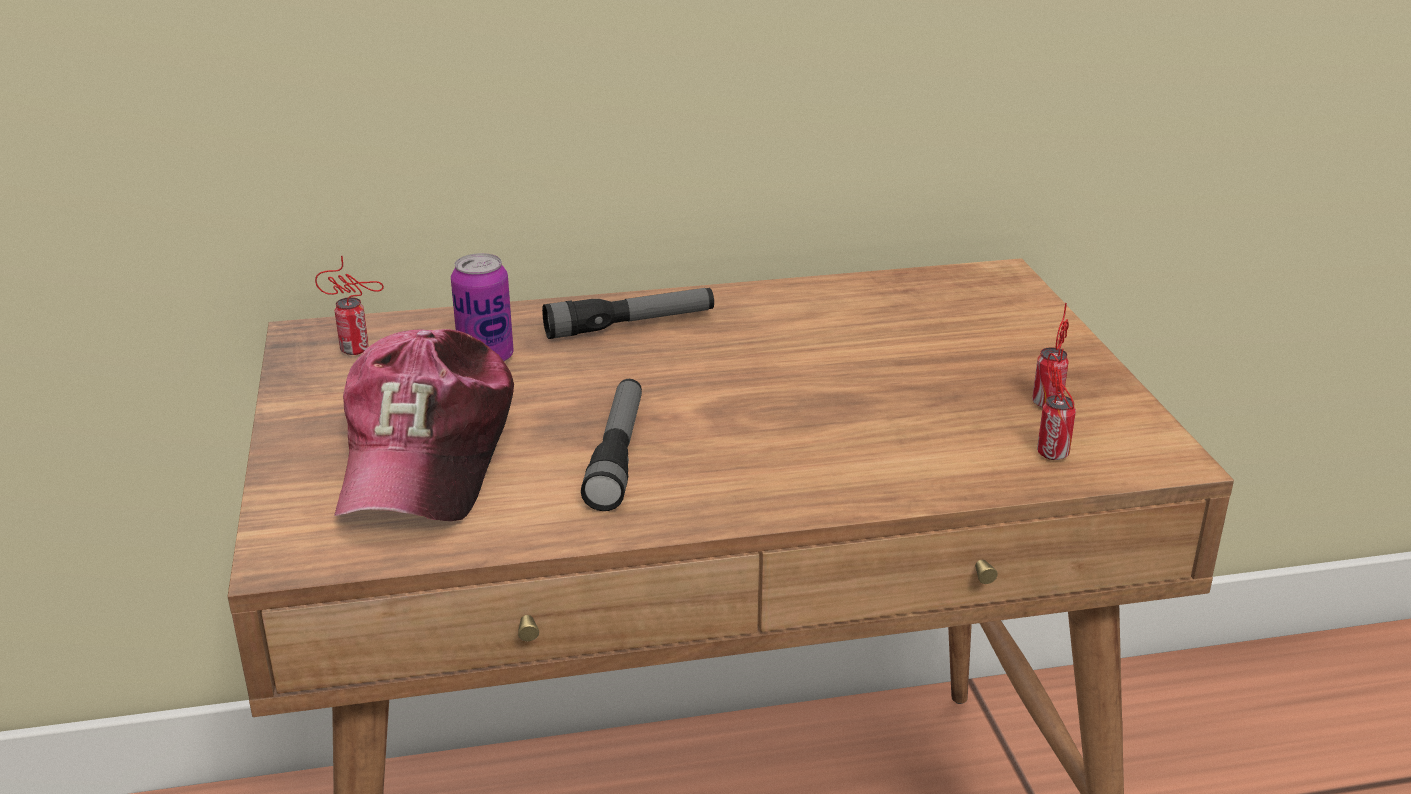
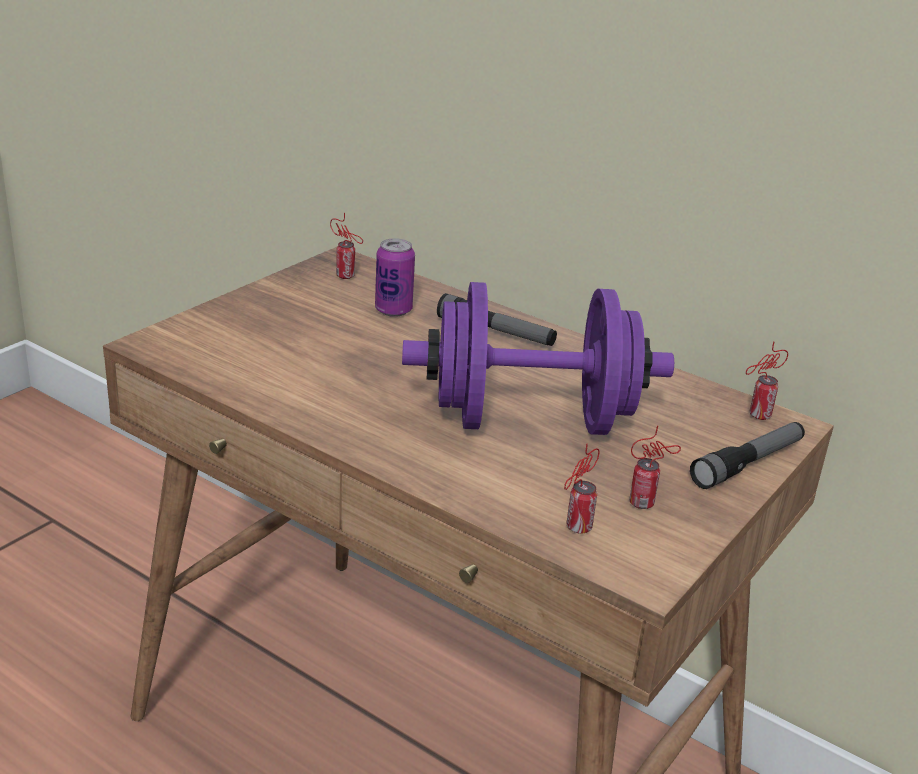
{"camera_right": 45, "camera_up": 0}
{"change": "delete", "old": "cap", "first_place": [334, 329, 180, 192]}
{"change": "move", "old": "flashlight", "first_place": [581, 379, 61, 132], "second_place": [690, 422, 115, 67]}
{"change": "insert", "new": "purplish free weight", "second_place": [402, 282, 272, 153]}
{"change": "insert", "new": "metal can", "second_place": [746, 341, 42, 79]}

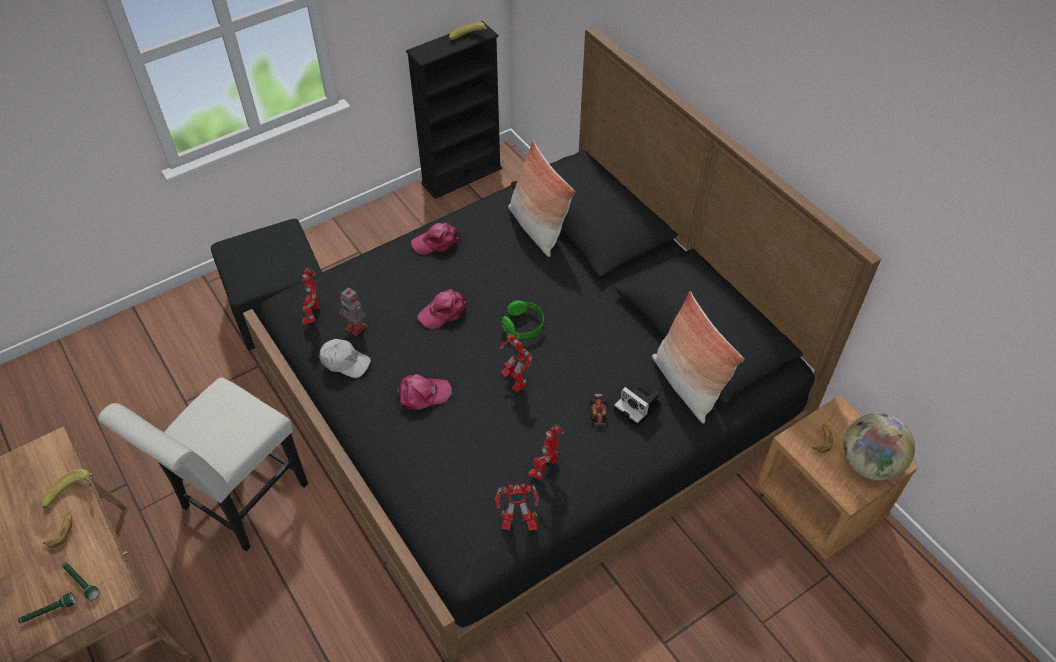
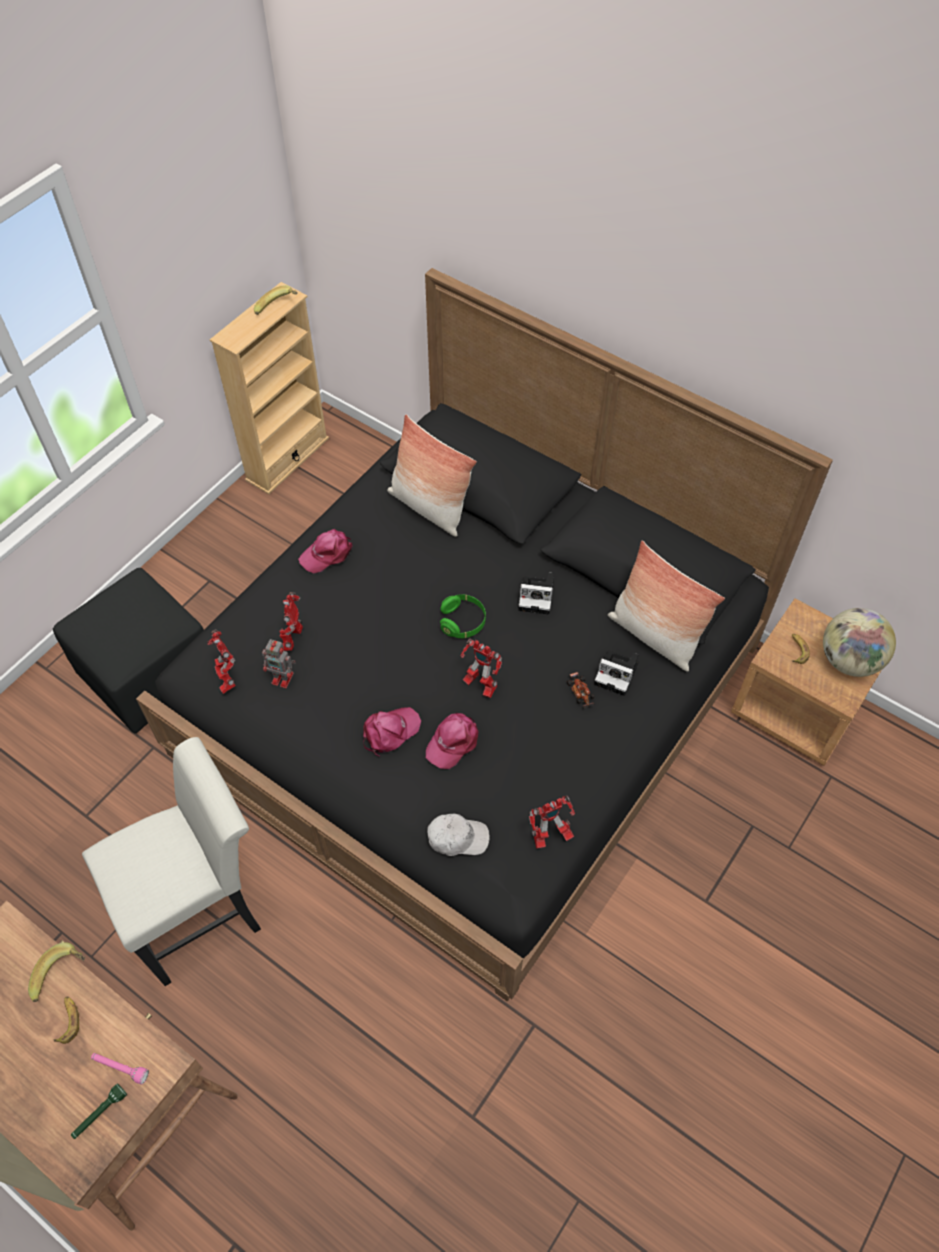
{"camera_right": -20, "camera_up": 5}
{"change": "recolor", "old": "green flashlight", "new": "pink-coloured flashlight", "first_place": [62, 563, 38, 38], "second_place": [91, 1053, 58, 32]}
{"change": "rotate", "old": "white plain chair", "first_place": [98, 377, 210, 174], "second_place": [82, 737, 179, 249], "degrees": -135}
{"change": "move", "old": "white cap", "first_place": [319, 339, 52, 39], "second_place": [427, 814, 63, 42]}
{"change": "recolor", "old": "black shelving unit", "new": "beige-coloured shelving unit", "first_place": [406, 21, 96, 178], "second_place": [210, 282, 119, 212]}
{"change": "move", "old": "pink-coloured cap", "first_place": [417, 289, 50, 40], "second_place": [426, 713, 53, 56]}
{"change": "move", "old": "model robot", "first_place": [528, 424, 36, 55], "second_place": [279, 592, 24, 59]}
{"change": "insert", "new": "photo camera", "second_place": [518, 573, 36, 42]}

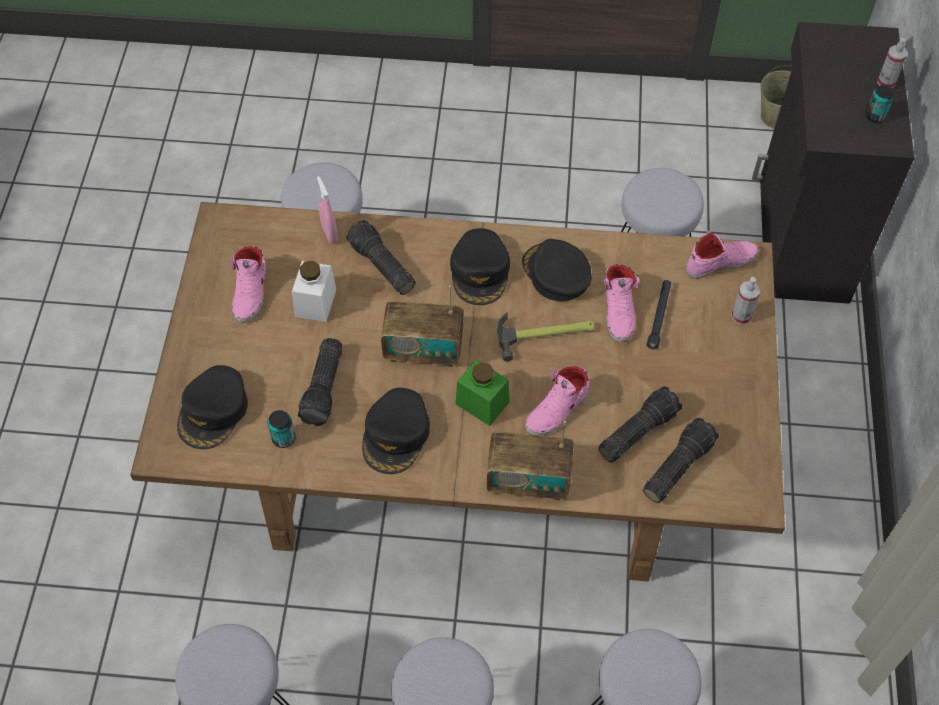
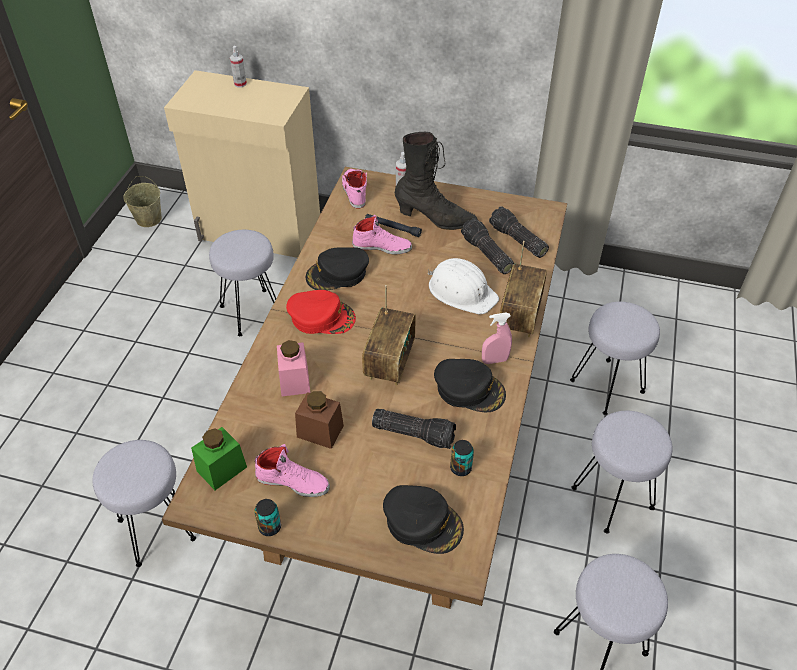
{"camera_right": -80, "camera_up": -10}
{"change": "recolor", "old": "white jar", "new": "brown jar", "first_place": [292, 261, 44, 61], "second_place": [295, 391, 49, 58]}
{"change": "move", "old": "pink-coloured hand sprayer", "first_place": [317, 176, 21, 67], "second_place": [482, 313, 30, 51]}
{"change": "replace", "old": "flashlight", "new": "pink-coloured jar", "first_place": [346, 220, 69, 75], "second_place": [277, 340, 33, 56]}
{"change": "recolor", "old": "black cap", "new": "red cap", "first_place": [450, 228, 60, 77], "second_place": [286, 290, 70, 44]}
{"change": "move", "old": "green jar", "first_place": [455, 360, 55, 66], "second_place": [191, 427, 56, 63]}
{"change": "delete", "old": "hand hammer", "first_place": [497, 312, 97, 49]}
{"change": "replace", "old": "pink-coloured shoe", "new": "white hard hat", "first_place": [525, 366, 64, 69], "second_place": [428, 258, 71, 57]}
{"change": "recolor", "old": "black storage cabinet", "new": "beige-coloured storage cabinet", "first_place": [752, 22, 162, 282], "second_place": [164, 70, 156, 188]}
{"change": "move", "old": "metal can", "first_place": [865, 85, 29, 37], "second_place": [254, 499, 27, 37]}
{"change": "insert", "new": "black boot", "second_place": [395, 132, 82, 98]}

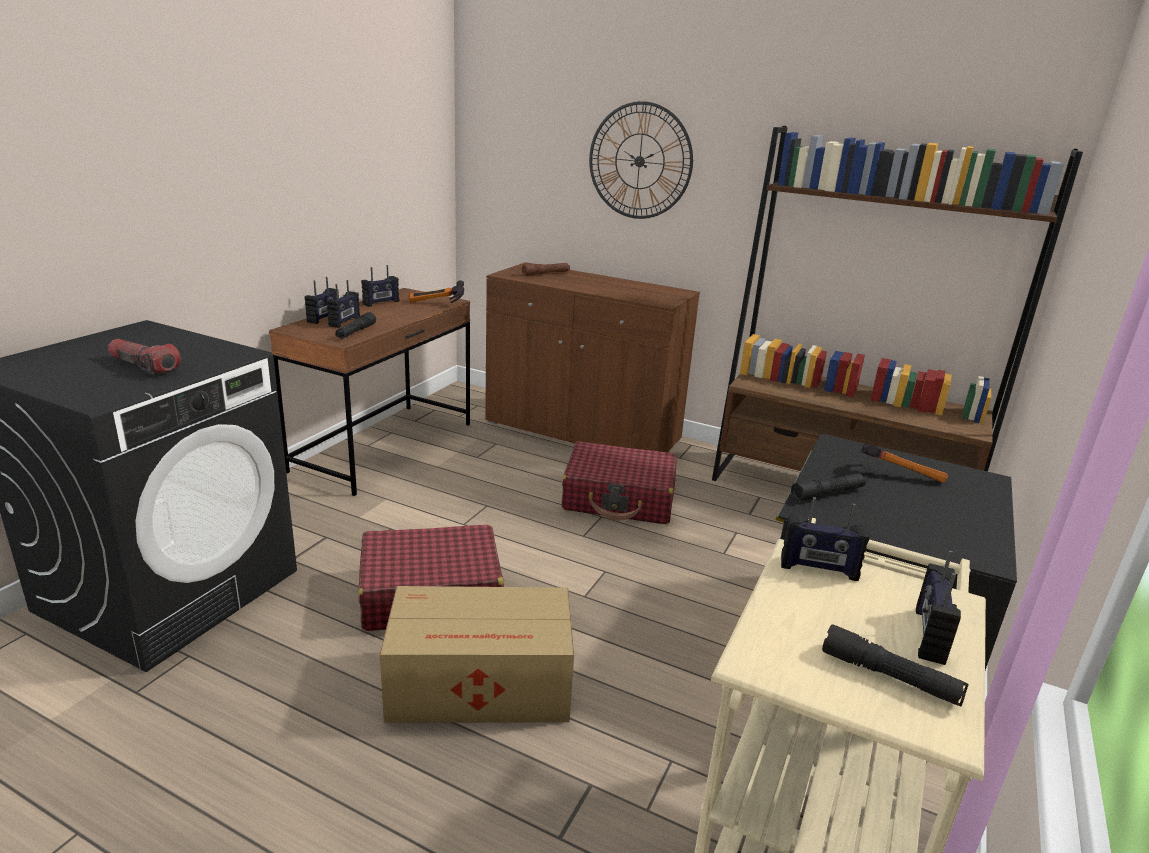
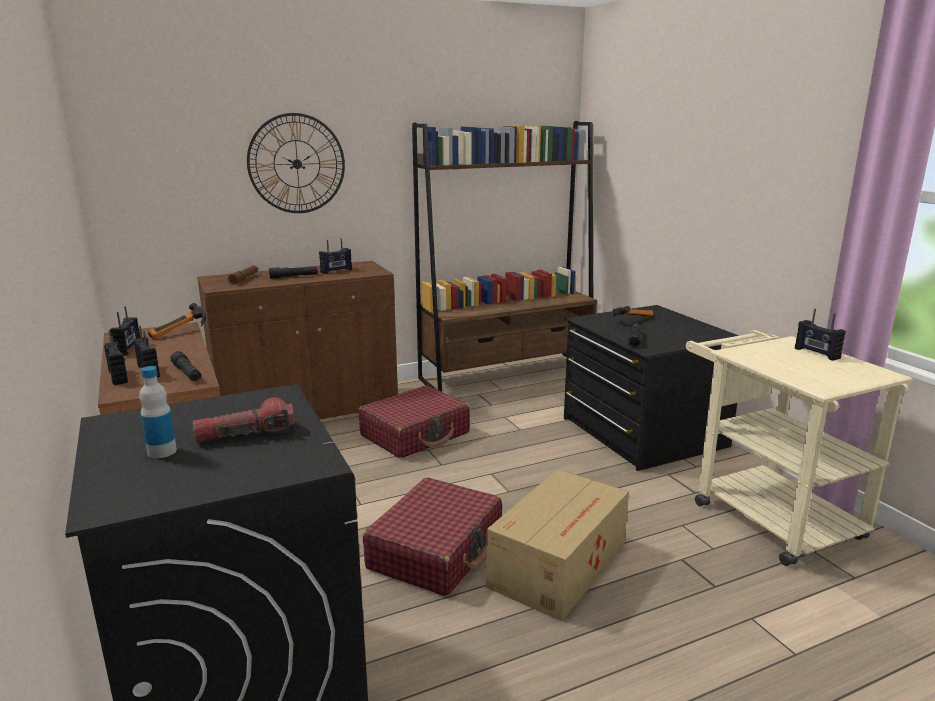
{"camera_right": -50, "camera_up": -5}
{"change": "move", "old": "radio receiver", "first_place": [781, 497, 88, 84], "second_place": [319, 238, 33, 36]}
{"change": "move", "old": "black flashlight", "first_place": [822, 624, 147, 82], "second_place": [269, 266, 49, 13]}
{"change": "insert", "new": "bottle", "second_place": [139, 366, 38, 92]}

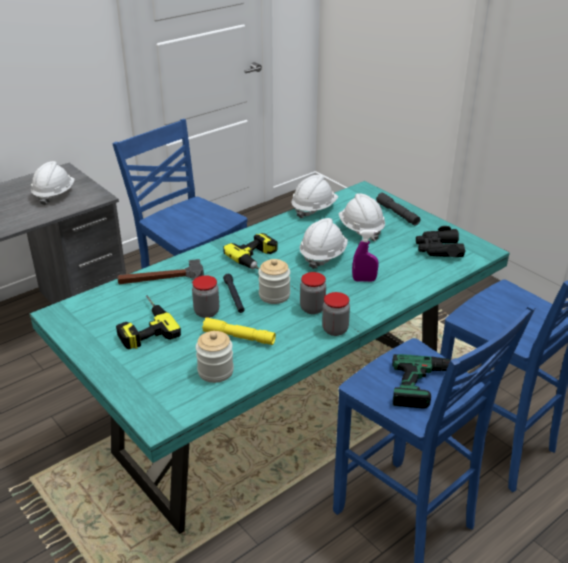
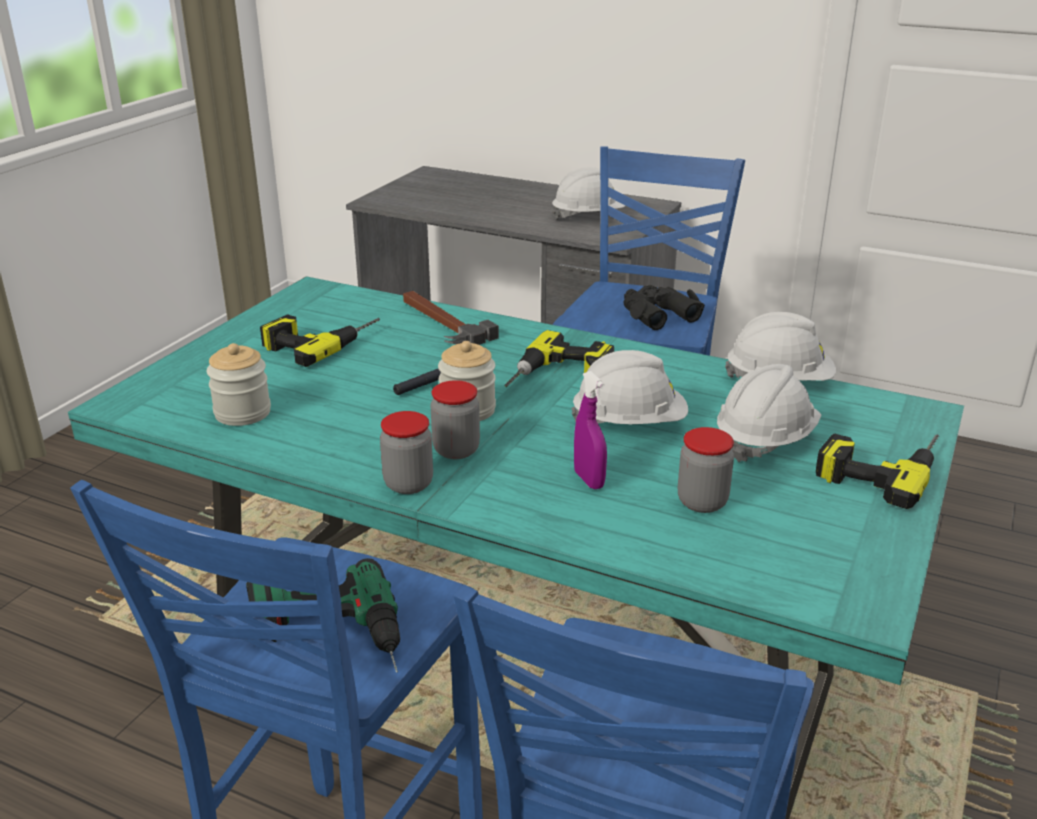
{"camera_right": 65, "camera_up": -5}
{"change": "move", "old": "jar", "first_place": [192, 275, 27, 43], "second_place": [678, 427, 56, 86]}
{"change": "delete", "old": "yellow-coloured flashlight", "first_place": [202, 317, 74, 28]}
{"change": "replace", "old": "greyish flashlight", "new": "electric drill", "first_place": [376, 192, 44, 34], "second_place": [816, 434, 124, 75]}
{"change": "move", "old": "black field glasses", "first_place": [416, 226, 49, 31], "second_place": [623, 285, 82, 45]}

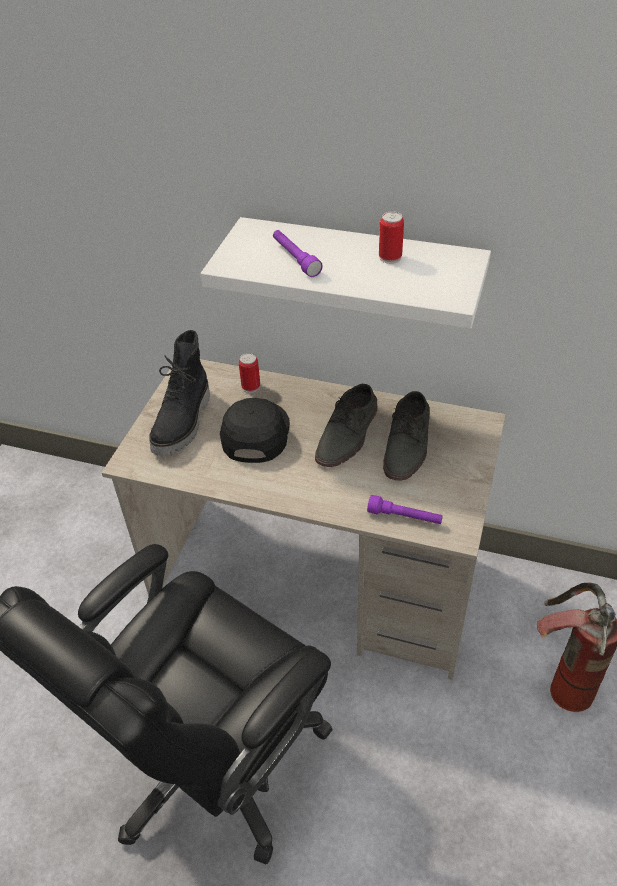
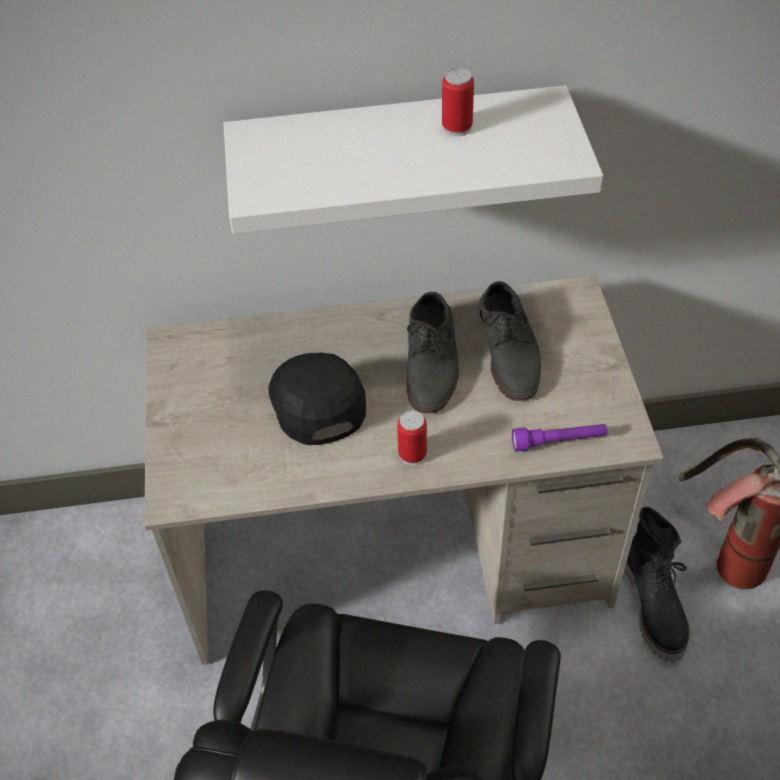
{"camera_right": -25, "camera_up": 5}
{"change": "move", "old": "black boot", "first_place": [149, 330, 61, 126], "second_place": [624, 507, 66, 155]}
{"change": "move", "old": "metal can", "first_place": [239, 353, 21, 40], "second_place": [397, 410, 30, 55]}
{"change": "delete", "old": "purplish flashlight", "first_place": [273, 230, 50, 47]}

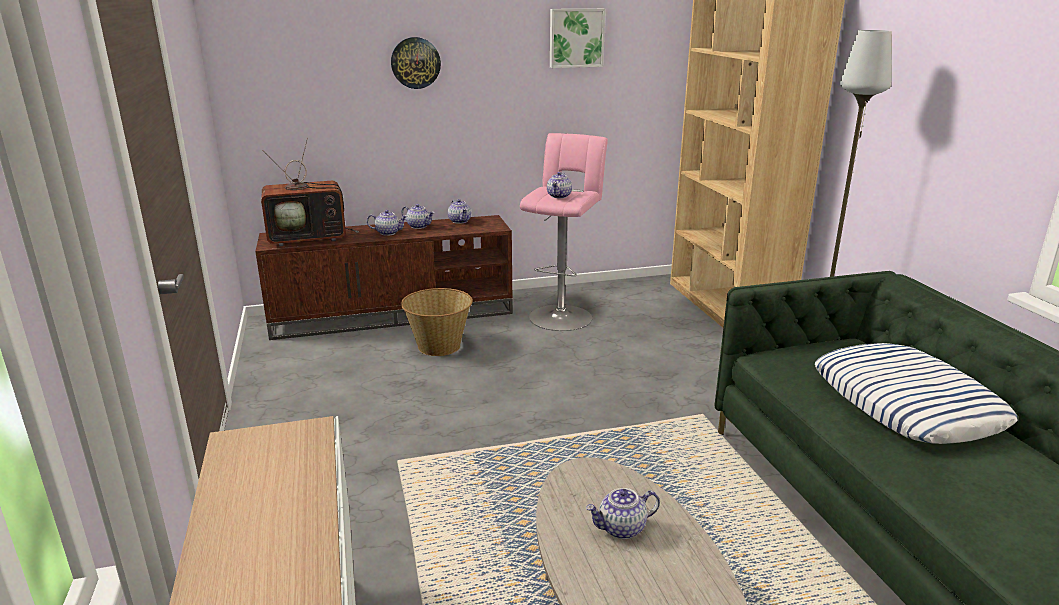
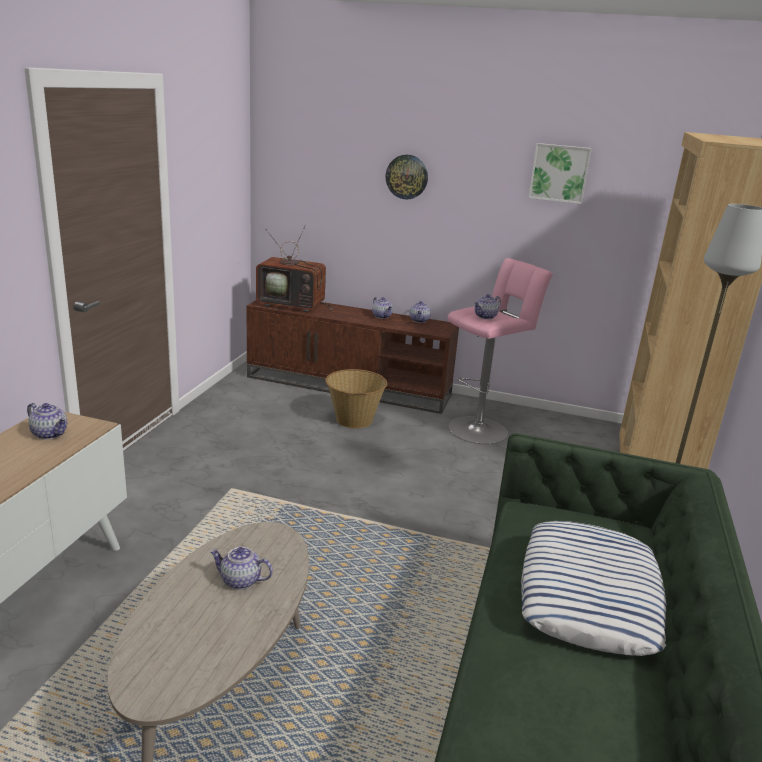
{"camera_right": 30, "camera_up": 0}
{"change": "move", "old": "teapot", "first_place": [367, 210, 40, 26], "second_place": [27, 403, 40, 36]}

